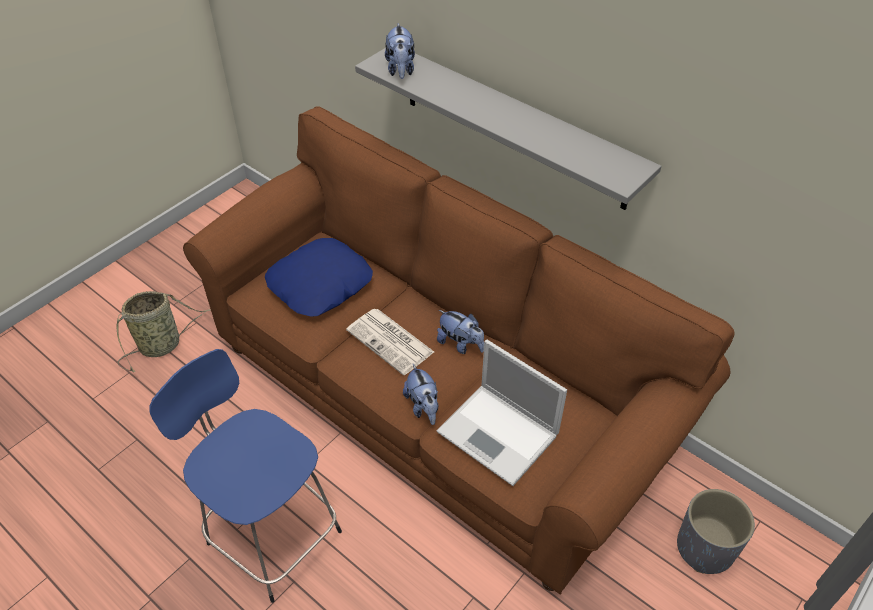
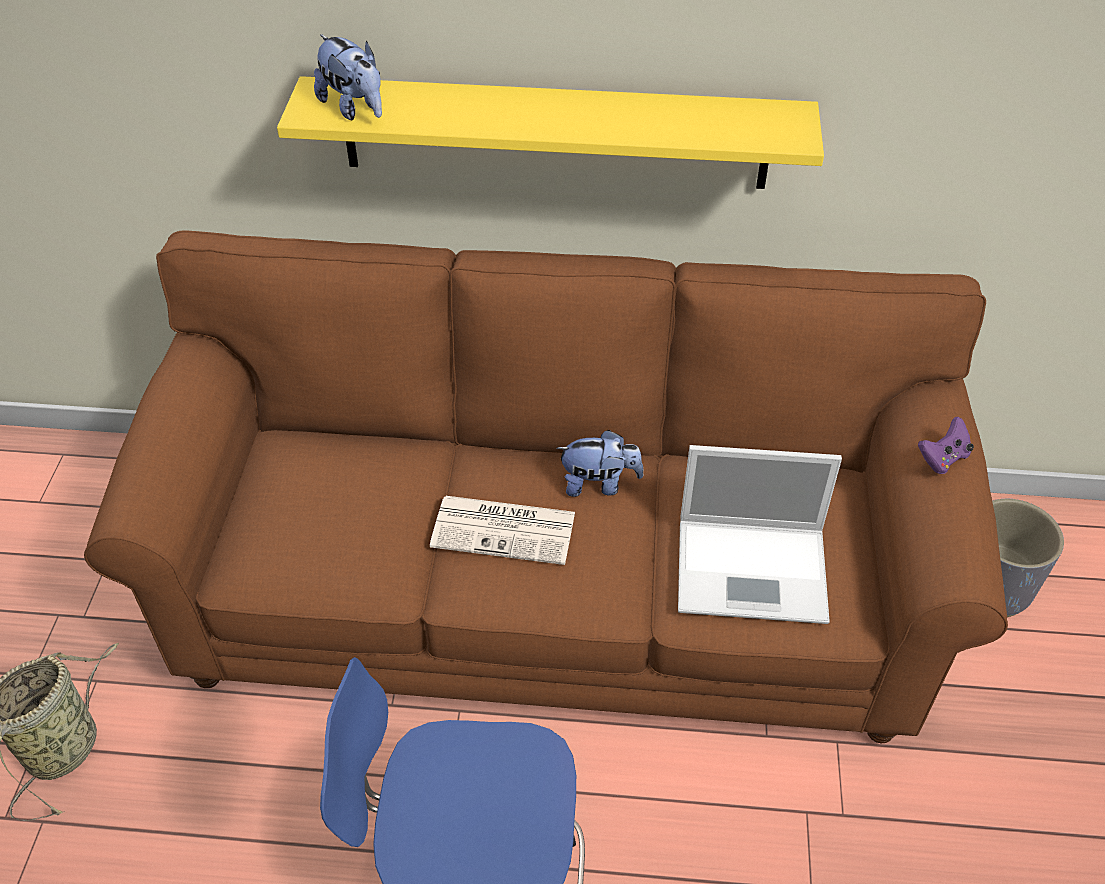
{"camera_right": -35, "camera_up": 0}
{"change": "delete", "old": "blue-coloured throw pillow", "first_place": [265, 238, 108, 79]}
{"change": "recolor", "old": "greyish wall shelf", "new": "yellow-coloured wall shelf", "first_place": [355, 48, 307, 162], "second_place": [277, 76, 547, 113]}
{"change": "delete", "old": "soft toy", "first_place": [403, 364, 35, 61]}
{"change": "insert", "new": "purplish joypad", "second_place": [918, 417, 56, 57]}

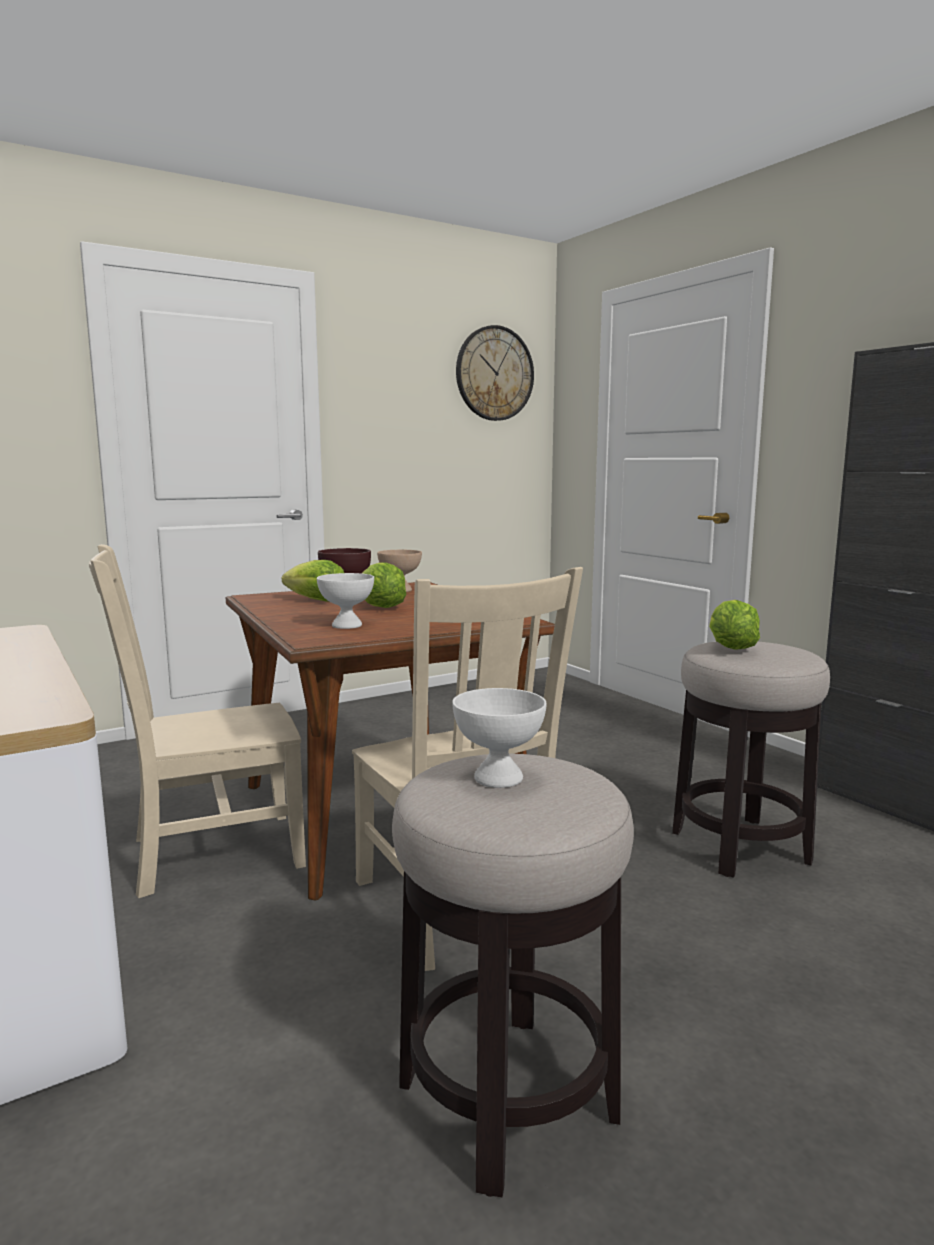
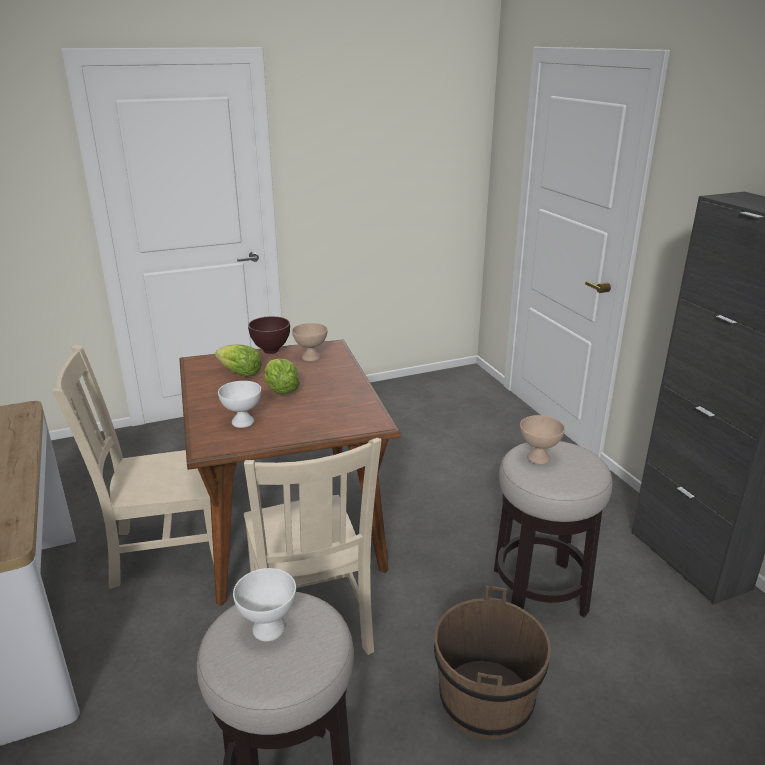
{"camera_right": 10, "camera_up": 15}
{"change": "delete", "old": "wall clock", "first_place": [456, 325, 78, 96]}
{"change": "replace", "old": "lettuce", "new": "beige-coloured serving bowl", "first_place": [709, 600, 51, 50], "second_place": [520, 415, 45, 49]}
{"change": "insert", "new": "brown pail", "second_place": [434, 586, 117, 154]}

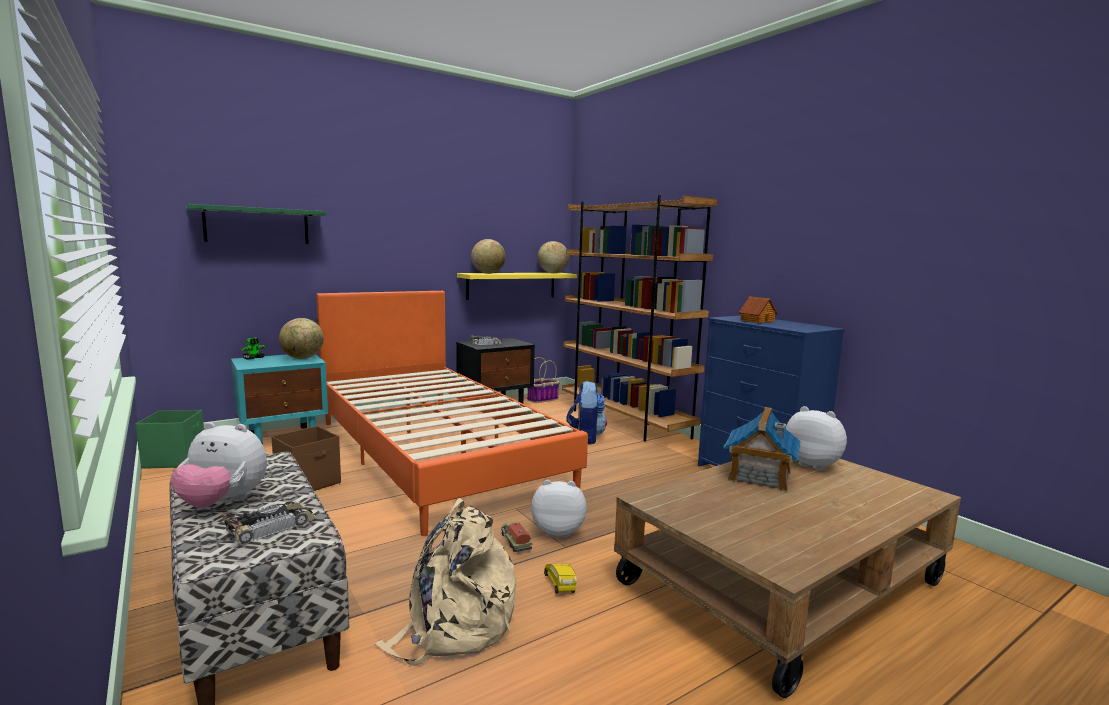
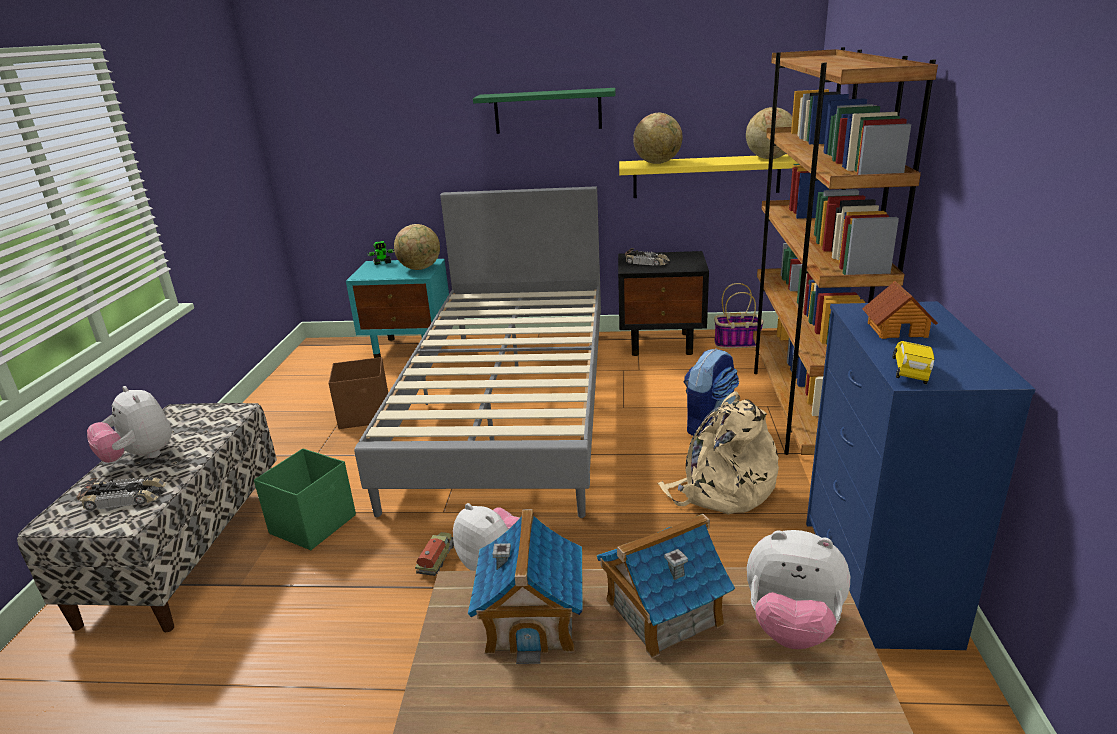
{"camera_right": 40, "camera_up": 15}
{"change": "move", "old": "green storage box", "first_place": [136, 410, 68, 59], "second_place": [254, 448, 102, 102]}
{"change": "move", "old": "green wall shelf", "first_place": [186, 204, 140, 40], "second_place": [473, 88, 143, 46]}
{"change": "recolor", "old": "orangey bed", "new": "greyish bed", "first_place": [316, 291, 272, 245], "second_place": [354, 186, 247, 332]}
{"change": "move", "old": "beige-coloured rucksack", "first_place": [375, 498, 141, 168], "second_place": [658, 391, 121, 124]}
{"change": "move", "old": "yellow-coloured toy car", "first_place": [544, 564, 33, 30], "second_place": [892, 341, 42, 43]}
{"change": "rotate", "old": "soft toy", "first_place": [786, 406, 61, 65], "second_place": [747, 530, 103, 119], "degrees": 120}
{"change": "insert", "new": "model house", "second_place": [468, 509, 115, 155]}

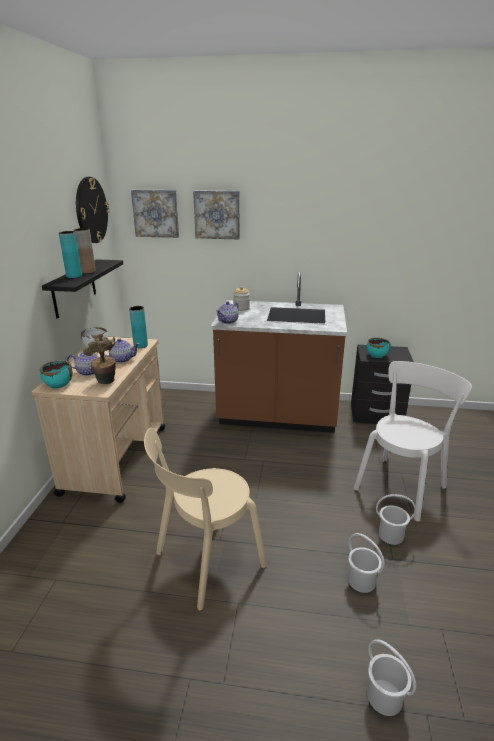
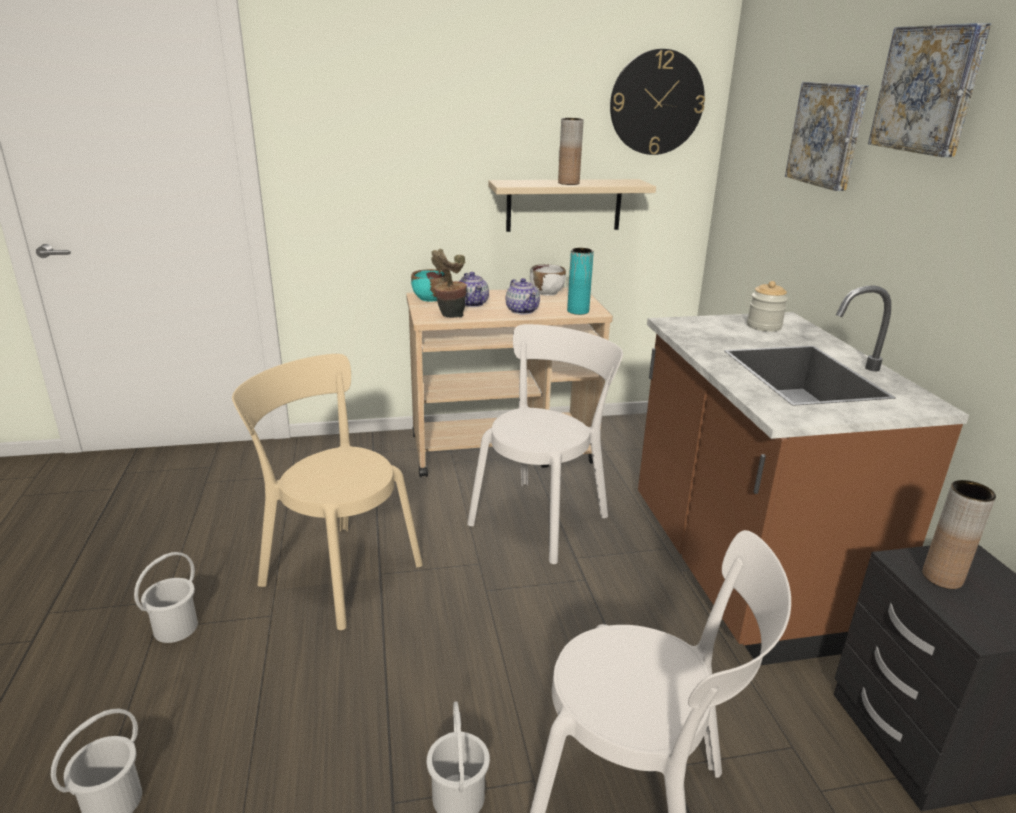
{"camera_right": 70, "camera_up": 0}
{"change": "recolor", "old": "black wall shelf", "new": "beige-coloured wall shelf", "first_place": [42, 259, 81, 60], "second_place": [488, 179, 168, 53]}
{"change": "delete", "old": "turquoise decorative vase", "first_place": [59, 231, 23, 47]}
{"change": "move", "old": "picture", "first_place": [131, 190, 48, 48], "second_place": [868, 23, 123, 134]}
{"change": "delete", "old": "teapot", "first_place": [216, 301, 23, 23]}
{"change": "move", "old": "white pail", "first_place": [348, 533, 37, 60], "second_place": [134, 552, 64, 91]}
{"change": "replace", "old": "turquoise serving bowl", "new": "brown decorative vase", "first_place": [367, 338, 23, 20], "second_place": [922, 480, 74, 109]}
{"change": "insert", "new": "white plain chair", "second_place": [467, 324, 156, 240]}

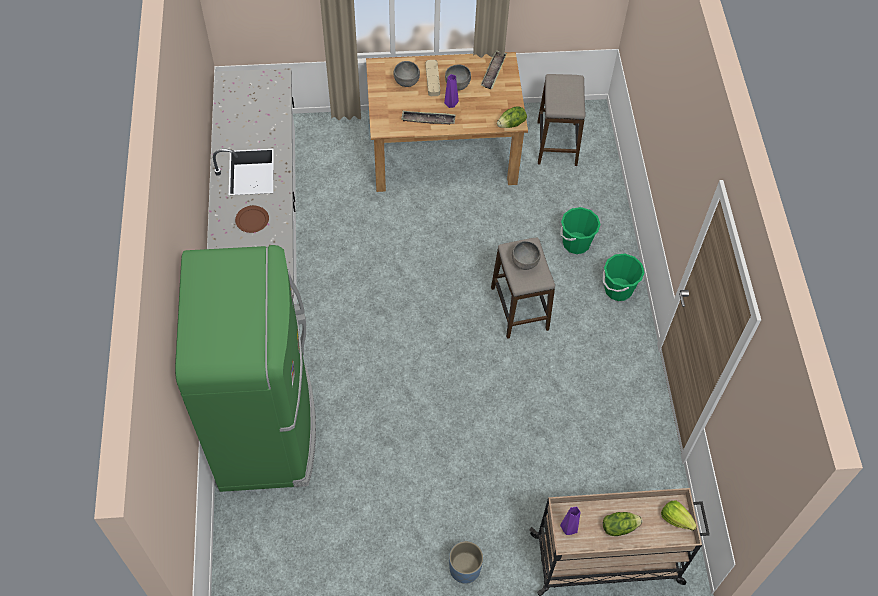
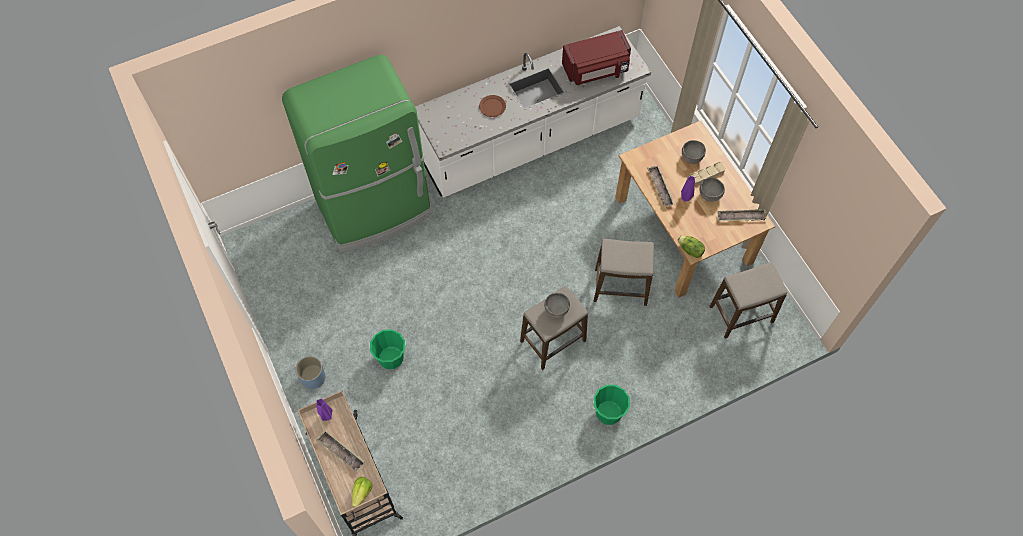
{"camera_right": 70, "camera_up": 5}
{"change": "move", "old": "green pail", "first_place": [560, 207, 41, 47], "second_place": [369, 329, 38, 40]}
{"change": "replace", "old": "lettuce", "new": "serving tray", "first_place": [603, 512, 39, 24], "second_place": [316, 430, 49, 42]}
{"change": "insert", "new": "red kitchen microwave", "second_place": [562, 30, 69, 55]}
{"change": "insert", "new": "sitting stool", "second_place": [594, 239, 60, 67]}

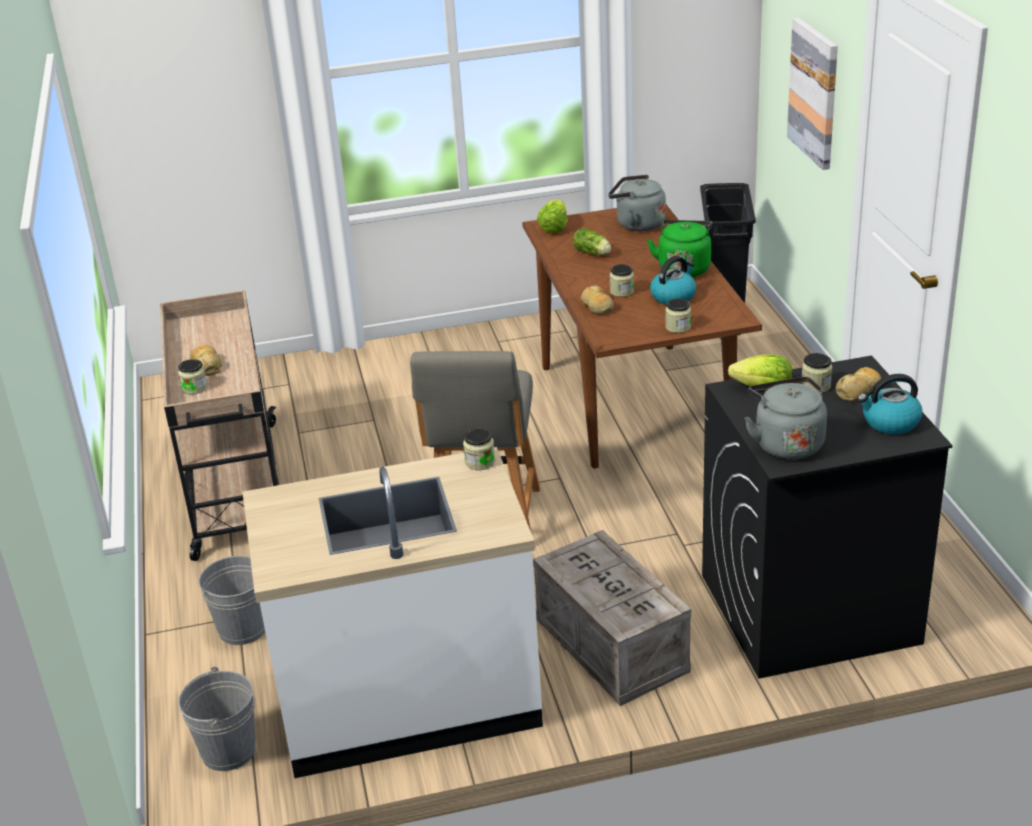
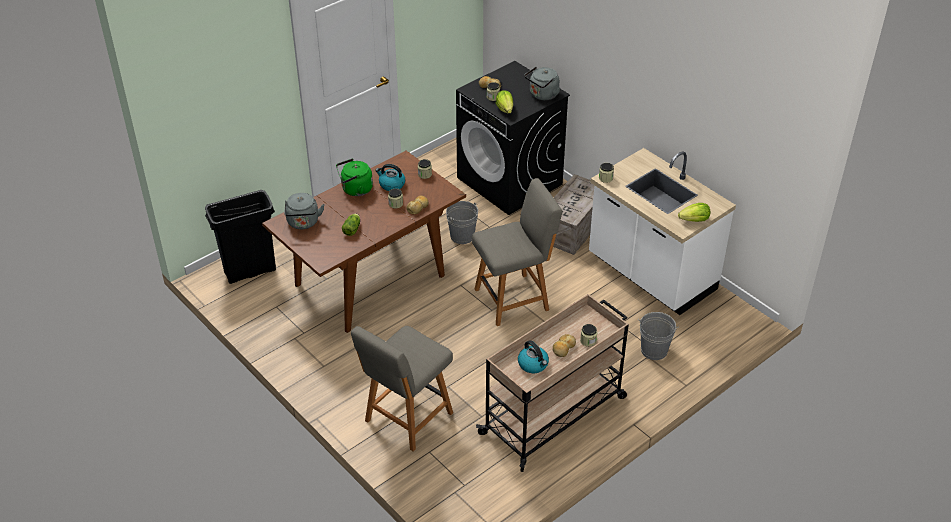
{"camera_right": -120, "camera_up": 10}
{"change": "move", "old": "greyish pail", "first_place": [178, 666, 78, 105], "second_place": [446, 201, 32, 43]}
{"change": "move", "old": "lettuce", "first_place": [537, 200, 30, 33], "second_place": [678, 203, 32, 19]}
{"change": "delete", "old": "picture", "first_place": [787, 18, 51, 152]}
{"change": "move", "old": "water kettle", "first_place": [857, 374, 65, 60], "second_place": [518, 340, 31, 33]}
{"change": "insert", "new": "greyish plain chair", "second_place": [351, 326, 102, 125]}

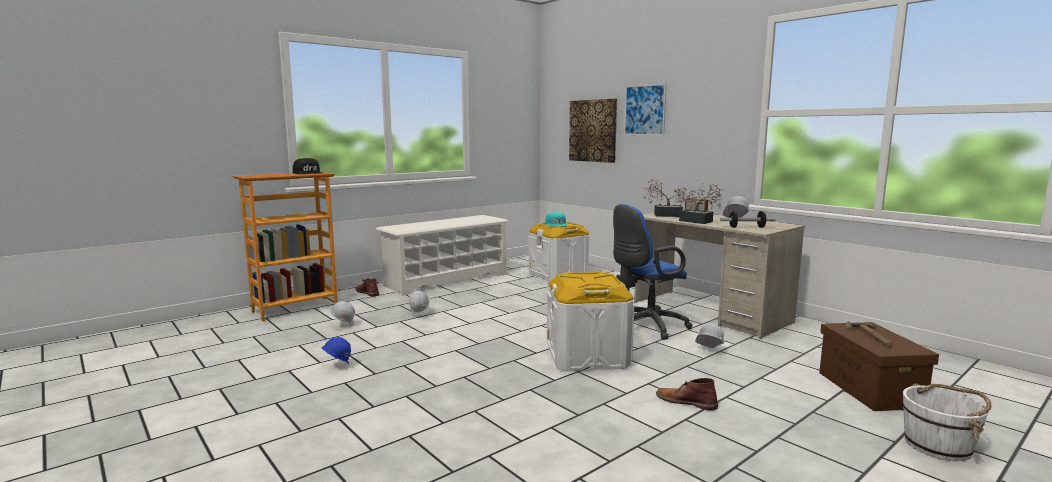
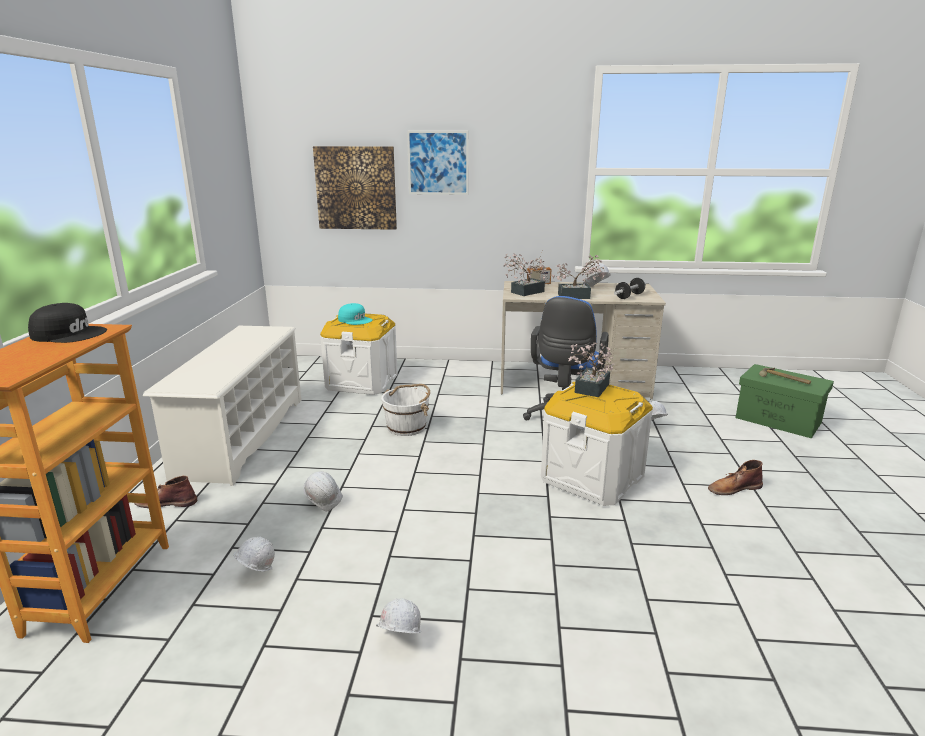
{"camera_right": -45, "camera_up": 10}
{"change": "recolor", "old": "blue-coloured hard hat", "new": "white hard hat", "first_place": [322, 337, 29, 27], "second_place": [376, 598, 45, 35]}
{"change": "recolor", "old": "brown storage box", "new": "green storage box", "first_place": [819, 322, 120, 89], "second_place": [736, 364, 98, 74]}
{"change": "move", "old": "white pail", "first_place": [903, 383, 89, 78], "second_place": [381, 384, 49, 52]}
{"change": "insert", "new": "potted plant", "second_place": [568, 343, 46, 54]}

